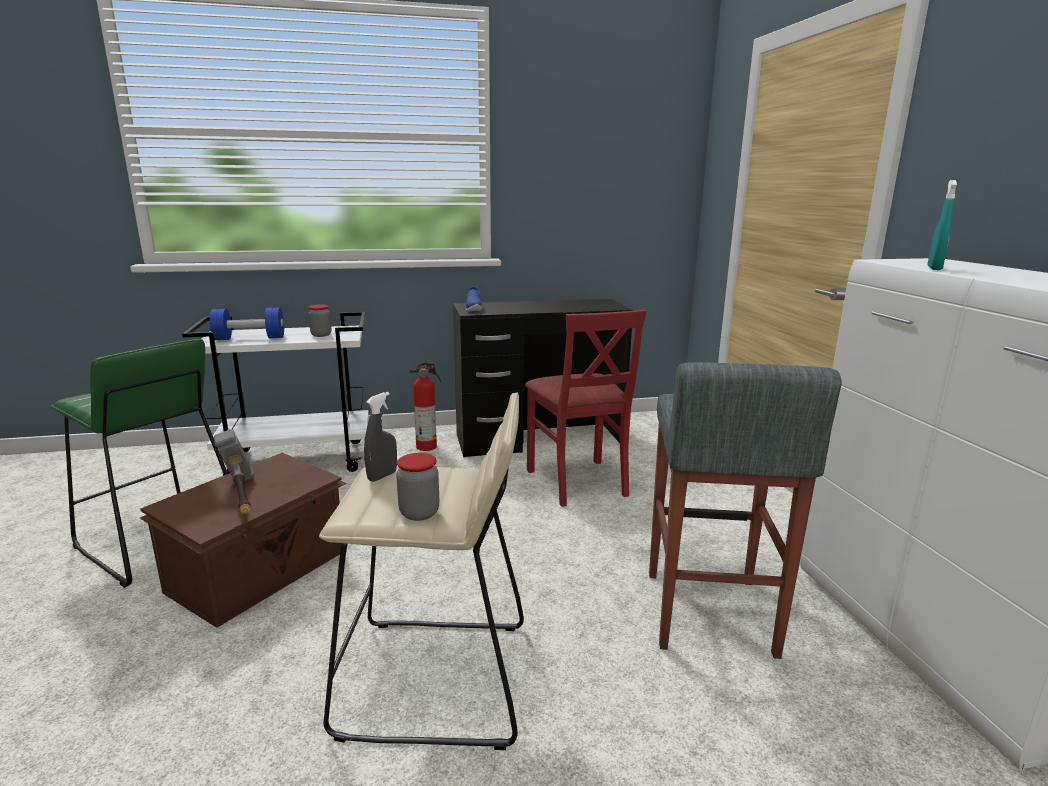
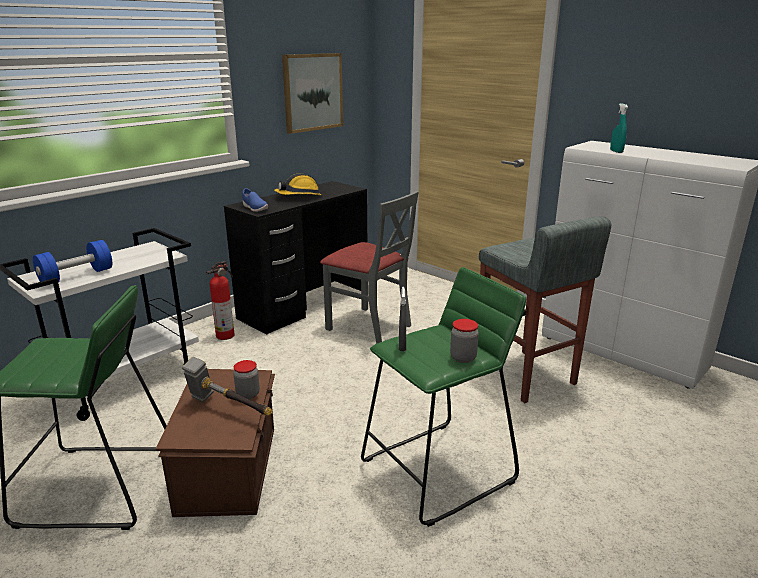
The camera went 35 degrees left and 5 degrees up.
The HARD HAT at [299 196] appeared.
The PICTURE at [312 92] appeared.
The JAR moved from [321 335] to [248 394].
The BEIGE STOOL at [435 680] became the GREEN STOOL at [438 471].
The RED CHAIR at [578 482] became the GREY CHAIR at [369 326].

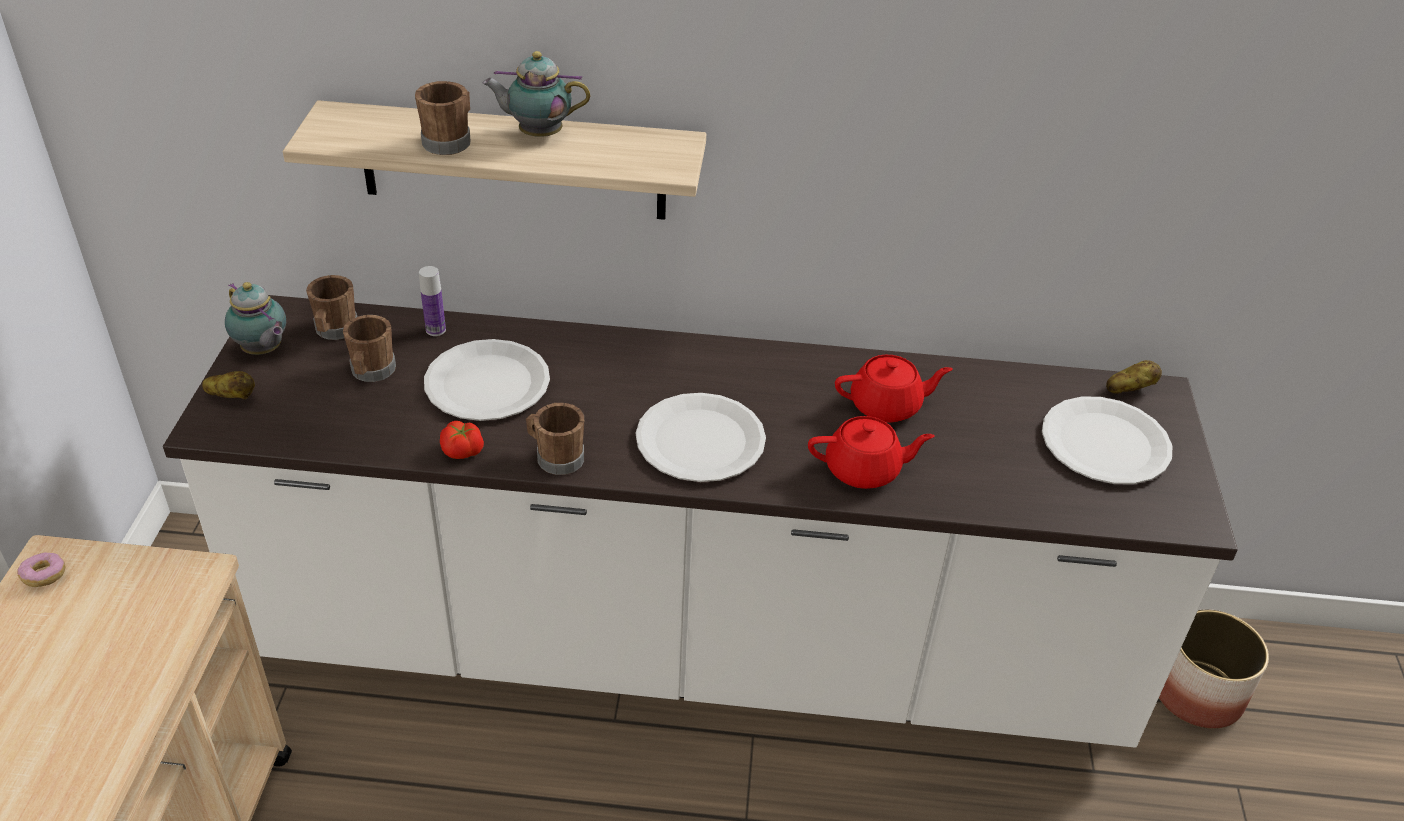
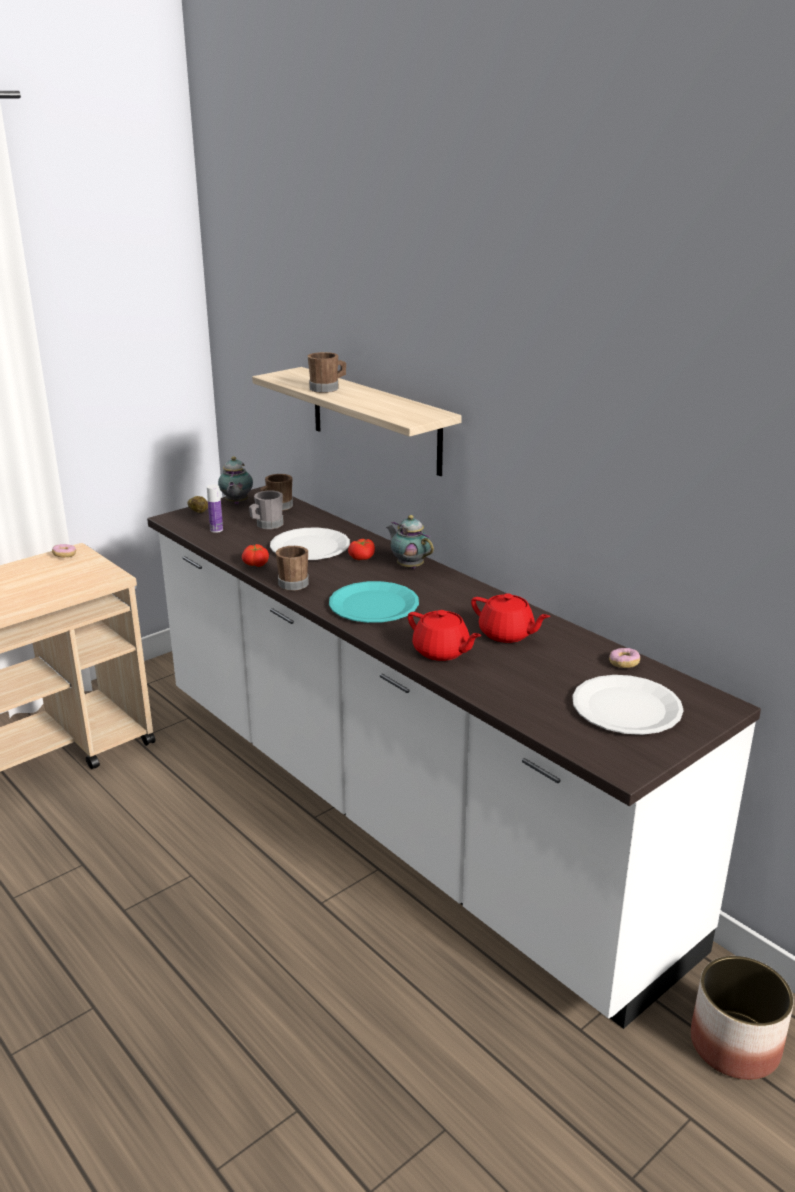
The camera went 45 degrees right and 15 degrees down.
The POTATO at [1129 389] disappeared.
The TOMATO at [362 558] appeared.
The DONUT at [624 664] appeared.
The BOTTLE moved from [435 330] to [216 530].
The TEAPOT moved from [537 134] to [409 566].
The BROWN MUG at [371 372] became the GREY MUG at [267 525].
The WHITE PLATE at [700 441] became the TURQUOISE PLATE at [373 605].

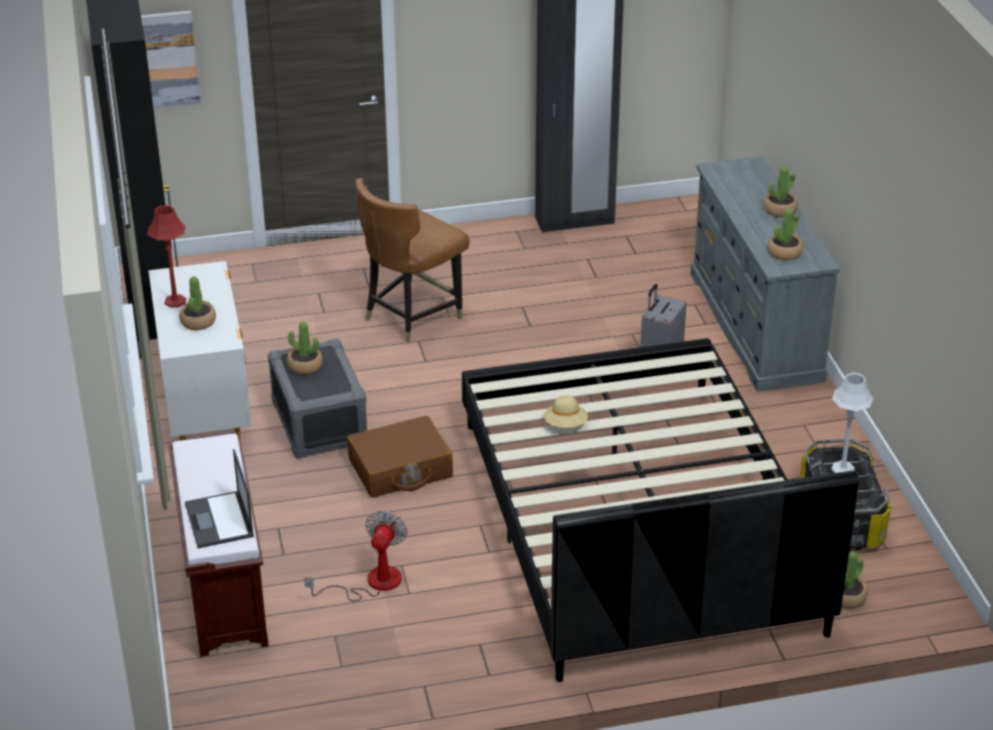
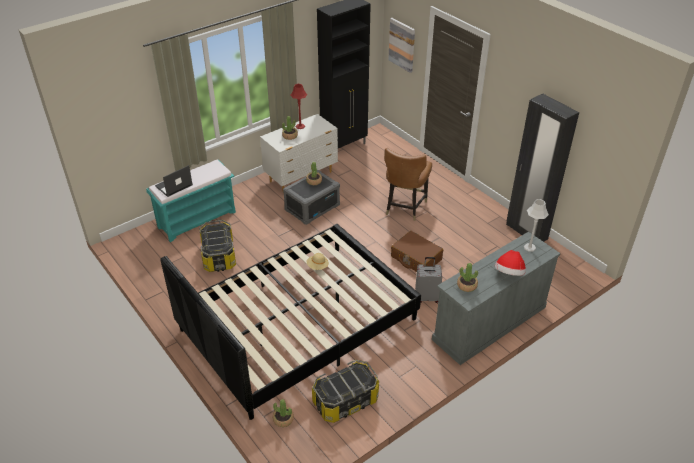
The camera went 65 degrees right and 5 degrees up.
The BROWN SUITCASE moved from [400 469] to [416 258].
The GREY TABLE LAMP moved from [843 469] to [529 247].
The FAN at [371 583] was replaced by the STORAGE BOX at [218 256].
The POTTED PLANT at [780 210] was replaced by the HAT at [509 273].
The BROWN BENCH at [223 588] became the TURQUOISE BENCH at [197 219].
The BROWN CHAIR at [411 316] turned 90 degrees counterclockwise.

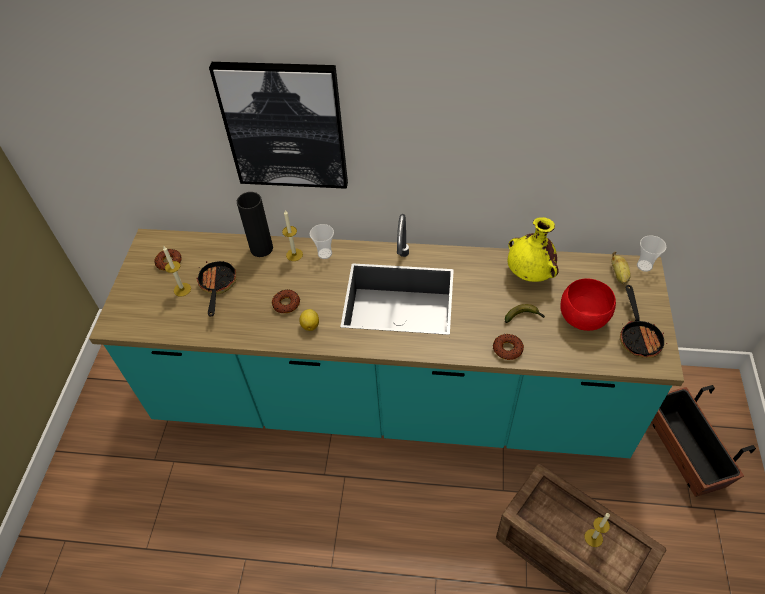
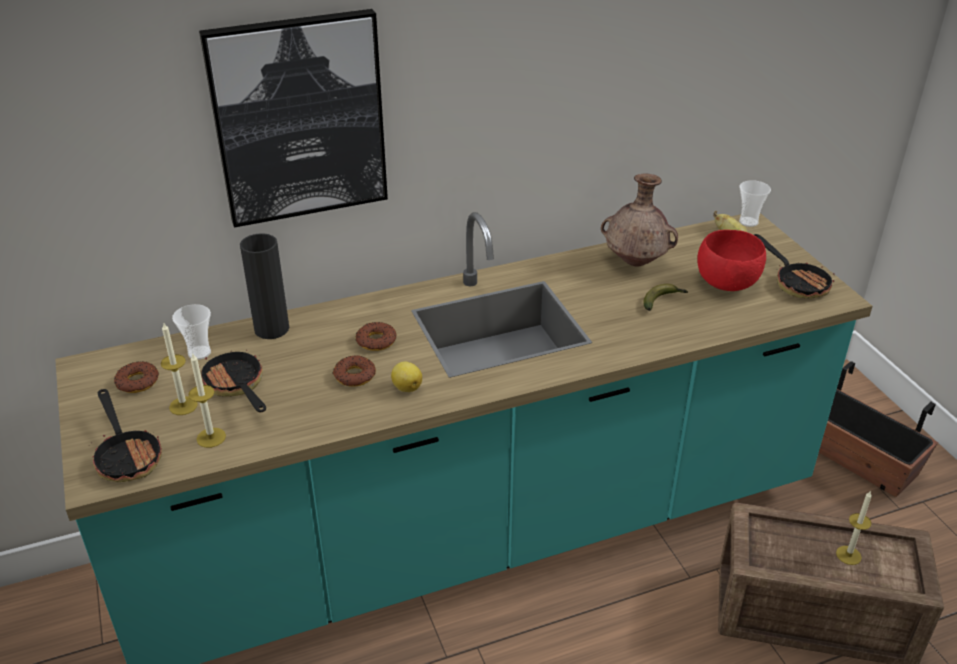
The camera went 30 degrees left and 15 degrees down.
The FRYING PAN at [127 455] appeared.
The CANDLE moved from [294 254] to [211 437].
The CUP moved from [325 253] to [199 353].
The DONUT moved from [507 349] to [376 341].
The YELLOW VASE at [530 275] became the BROWN VASE at [636 262].

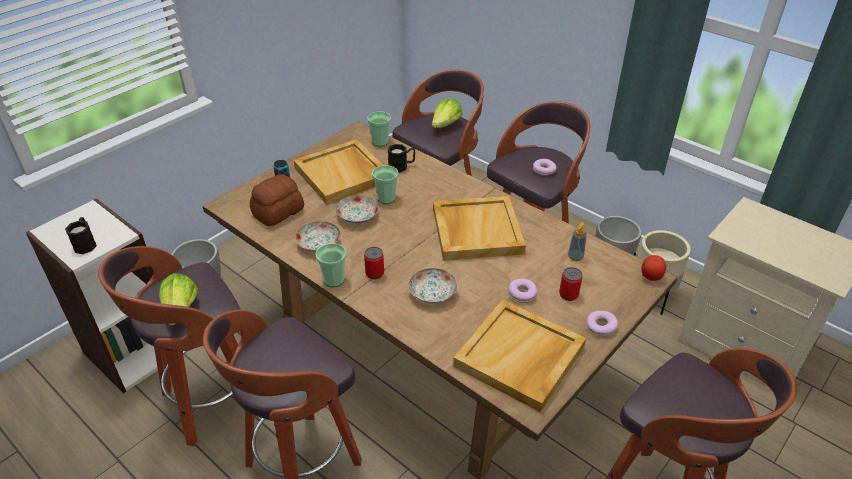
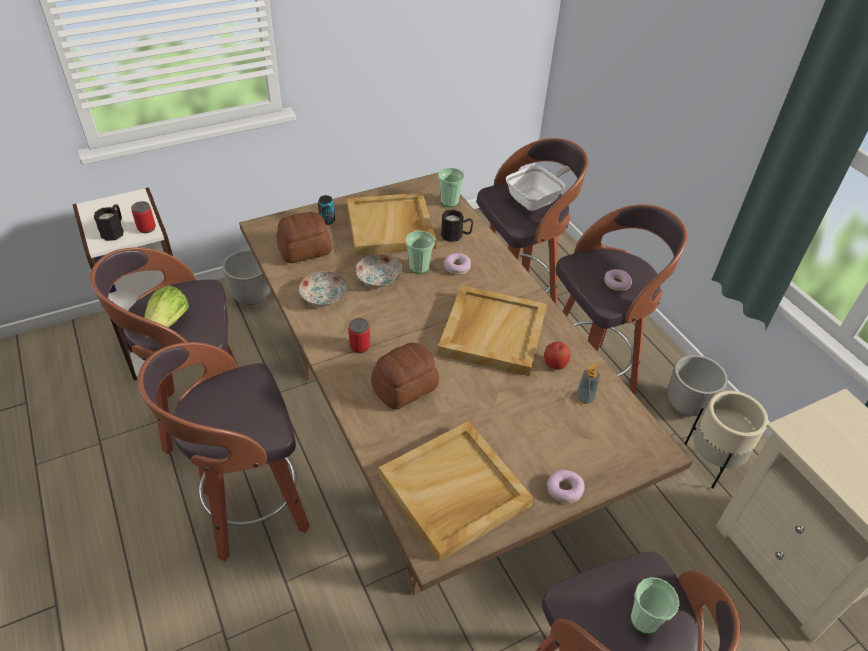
The camera went 20 degrees right and 5 degrees up.
The CUP moved from [334 280] to [644 620].
The DONUT moved from [522 294] to [457 267].
The CAN moved from [568 294] to [146 228].
The APPLE moved from [651 277] to [555 364].
The PLATE at [433 293] was replaced by the BREAD at [406 388].
The LETTUCE at [446 125] was replaced by the FRYING PAN at [537 200].

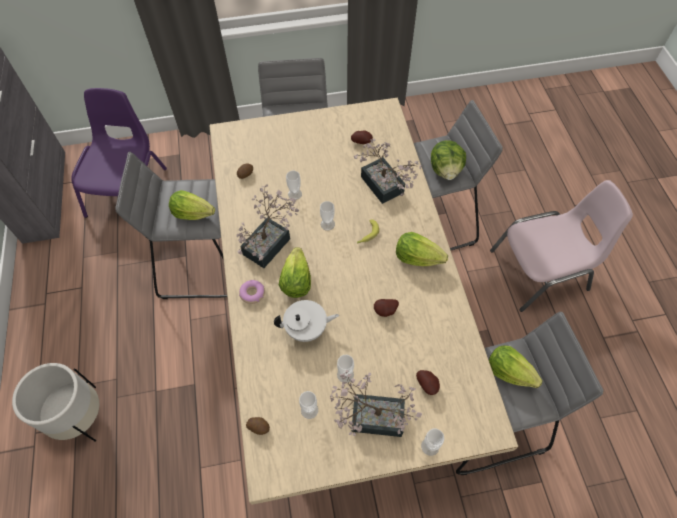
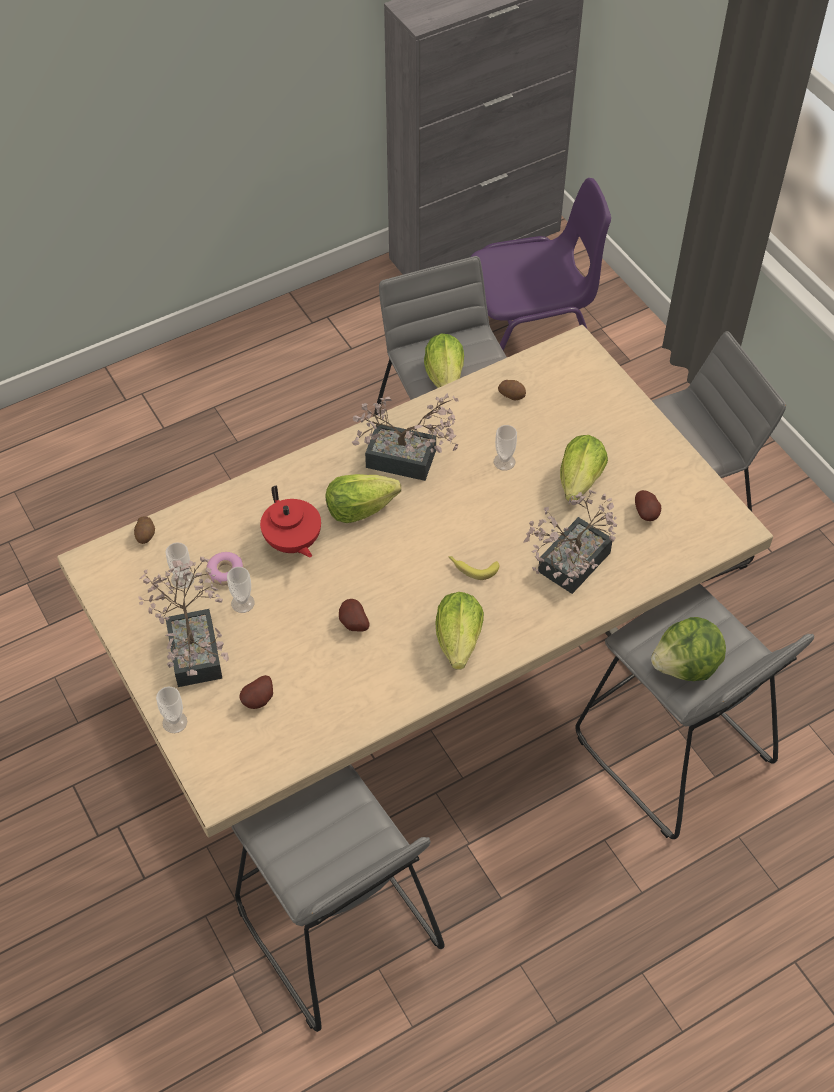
The camera went 70 degrees right and 5 degrees down.
The WHITE PLANTER at [79 416] disappeared.
The CUP at [327 224] disappeared.
The PINK CHAIR at [541 271] disappeared.
The DONUT moved from [252 294] to [225 572].
The LETTUCE moved from [508 371] to [580 481].
The WHITE TEAPOT at [307 329] became the RED TEAPOT at [292 542].

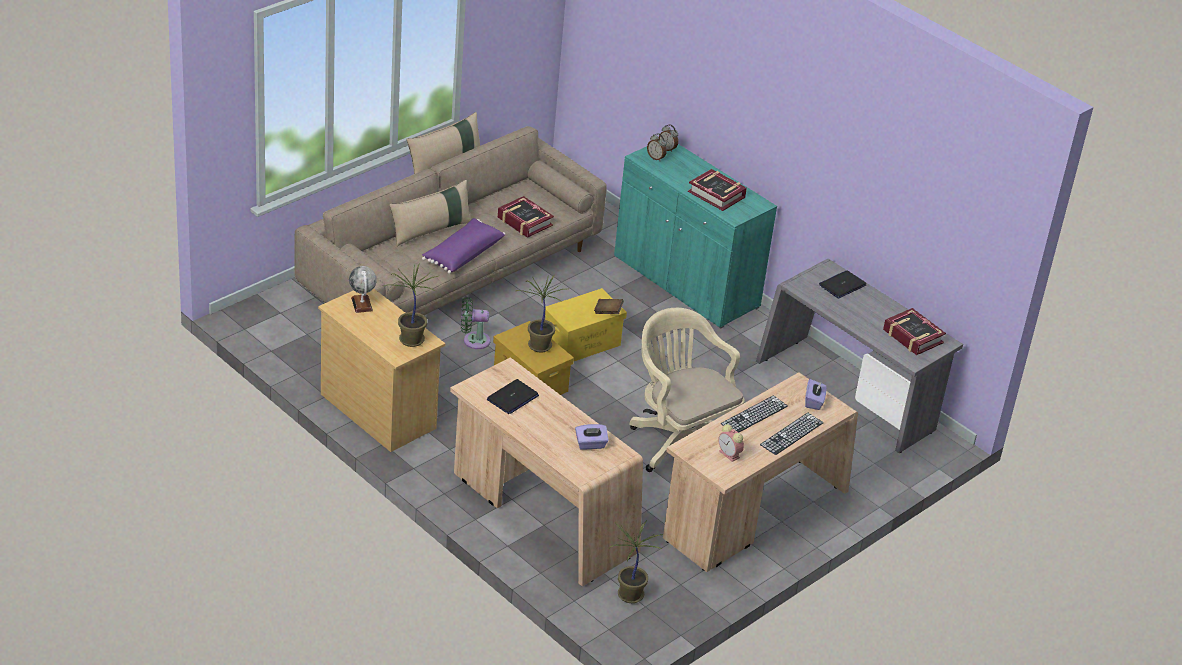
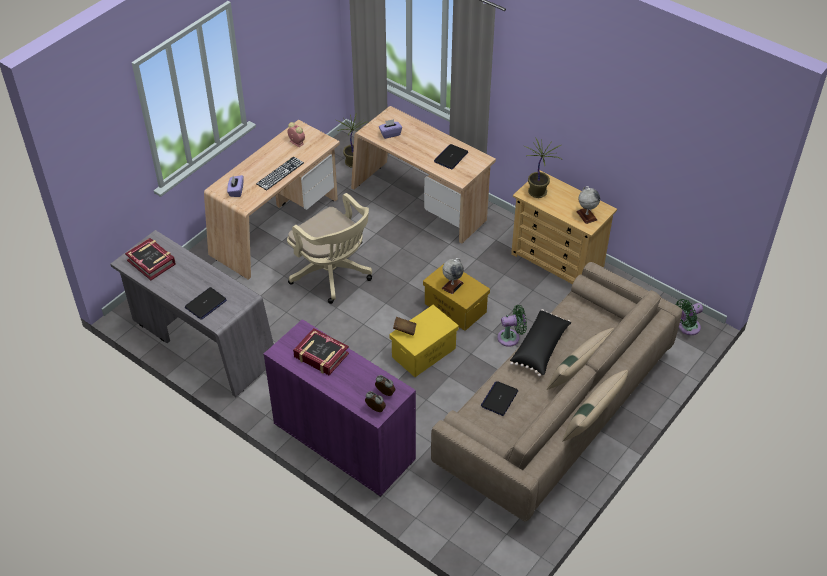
The camera went 175 degrees right and 10 degrees up.
The KEYBOARD at [791 434] disappeared.
The GREEN FAN at [687 327] appeared.
The BOOK at [524 221] was replaced by the LAPTOP at [499 399].
The POTTED PLANT at [538 345] was replaced by the GLOBE at [452 285].
The PURPLE PILLOW at [462 254] became the BLACK PILLOW at [541 348].
The TURQUOISE CABINET at [685 282] became the PURPLE CABINET at [344 442].

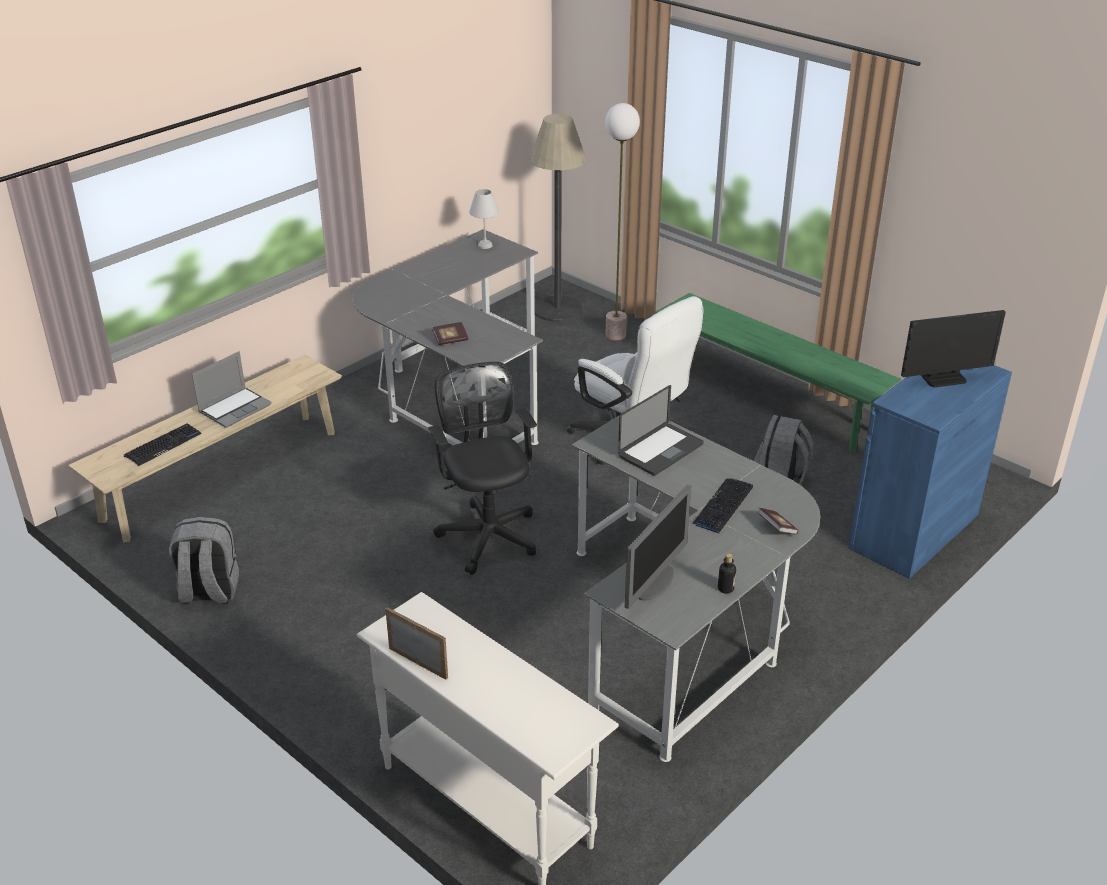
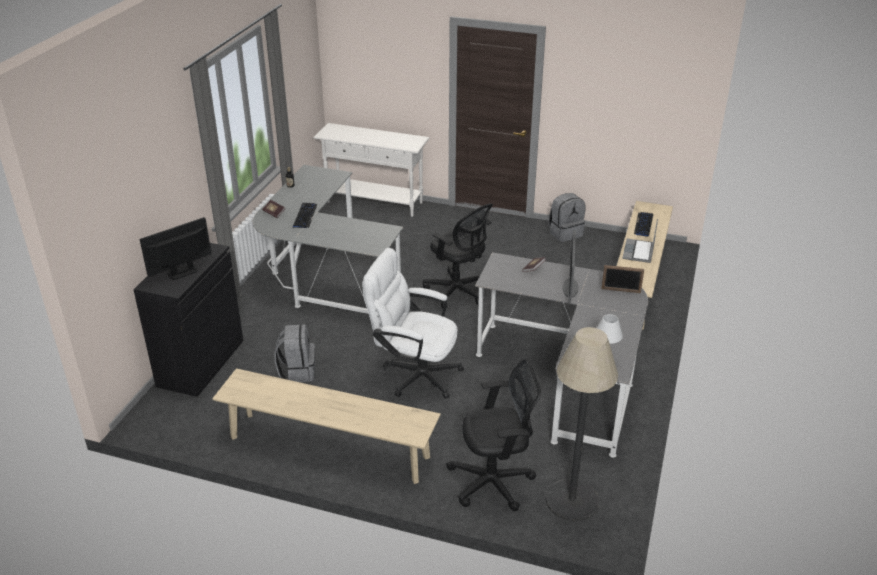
The camera went 155 degrees right and 0 degrees up.
The LAPTOP at [661 451] disappeared.
The PICTURE FRAME moved from [418 662] to [621 290].
The MONITOR moved from [655 583] to [570 288].
The FLOOR LAMP at [615 335] was replaced by the BLACK OFFICE CHAIR at [495 482].
The GREEN BENCH at [767 398] became the BEIGE BENCH at [329 447].
The BLUE CABINET at [914 531] became the BLACK CABINET at [201 363].

